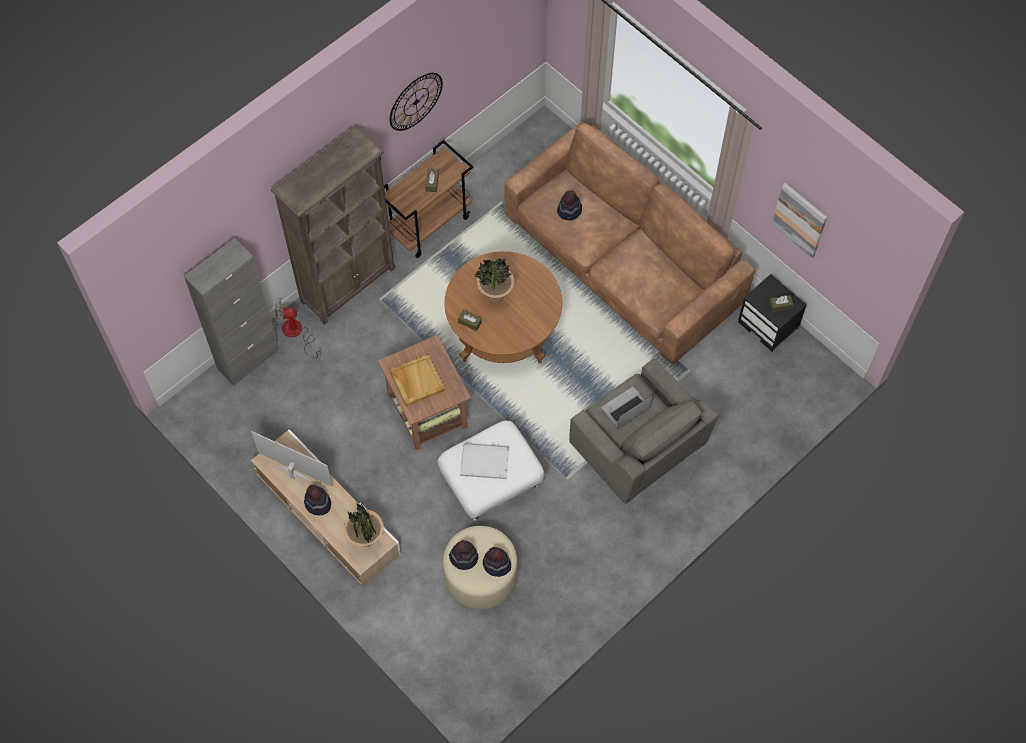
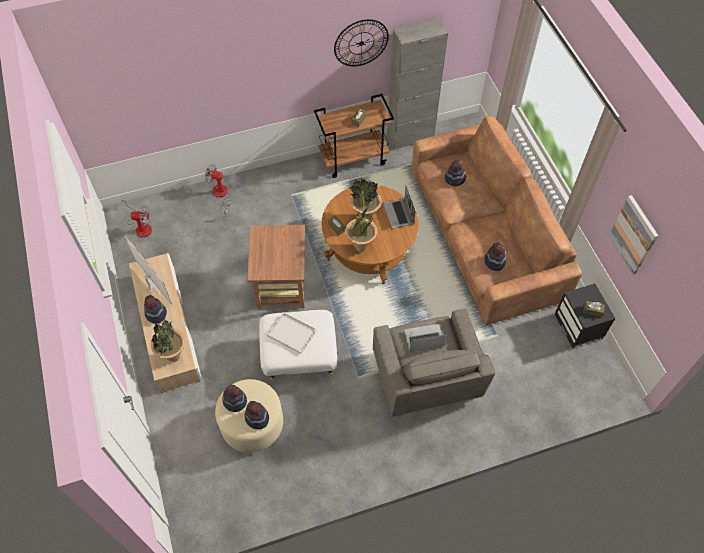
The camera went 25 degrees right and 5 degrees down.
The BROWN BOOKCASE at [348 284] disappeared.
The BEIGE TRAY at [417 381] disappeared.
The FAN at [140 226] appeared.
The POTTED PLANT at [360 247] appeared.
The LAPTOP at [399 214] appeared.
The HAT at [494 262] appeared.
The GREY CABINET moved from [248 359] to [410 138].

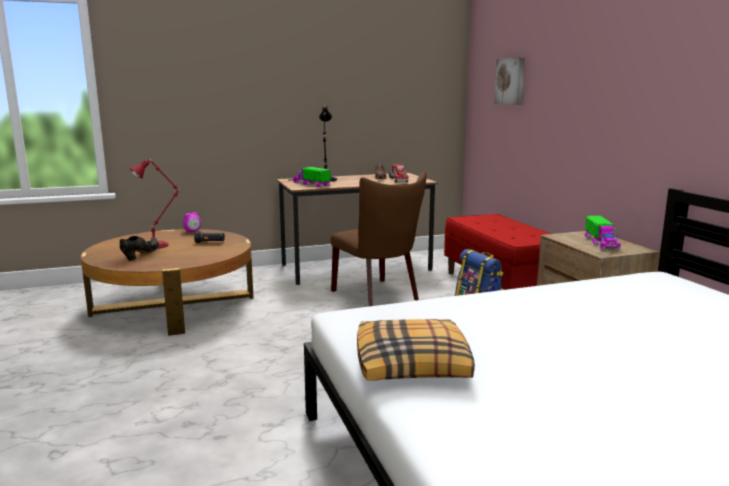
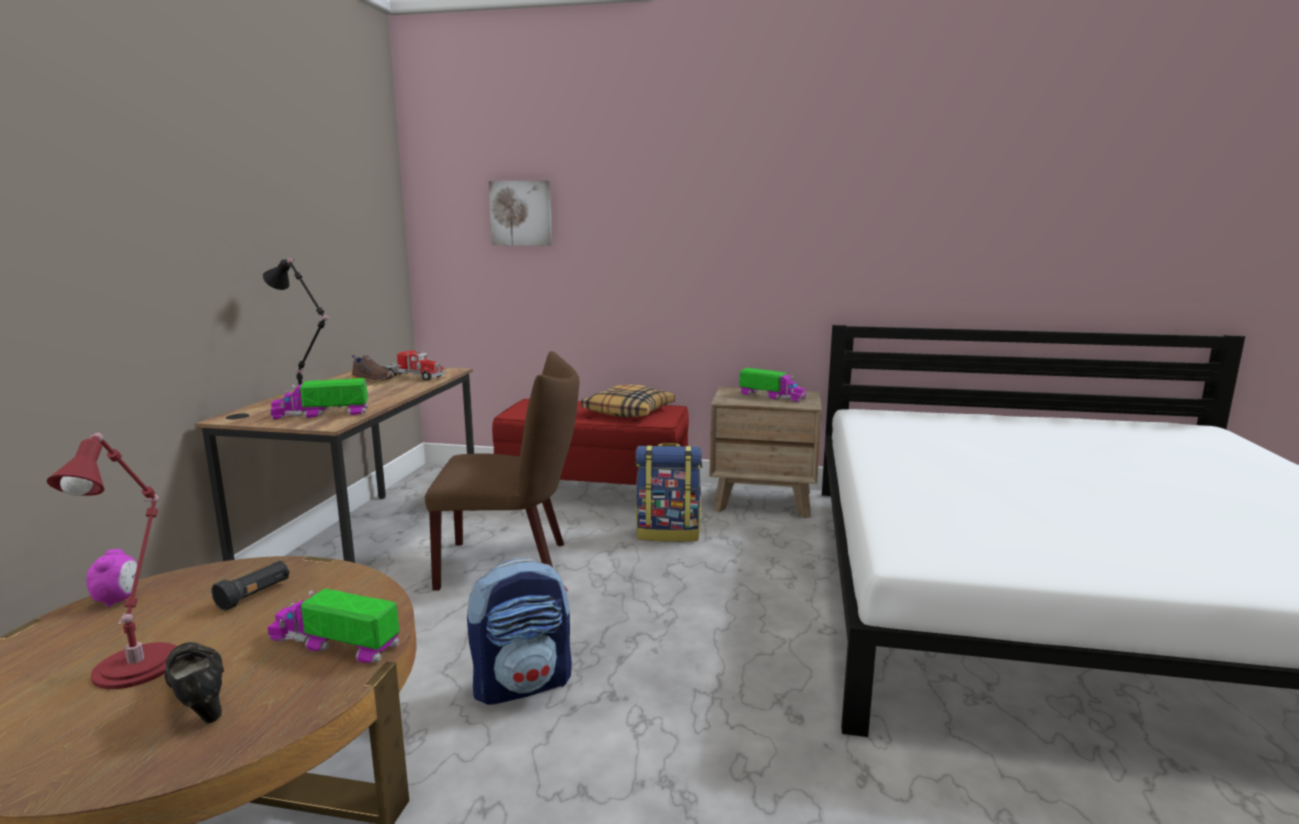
The camera went 60 degrees left and 0 degrees up.
The TOY TRUCK at [335 643] appeared.
The BACKPACK at [523 684] appeared.
The PILLOW moved from [413 364] to [629 411].

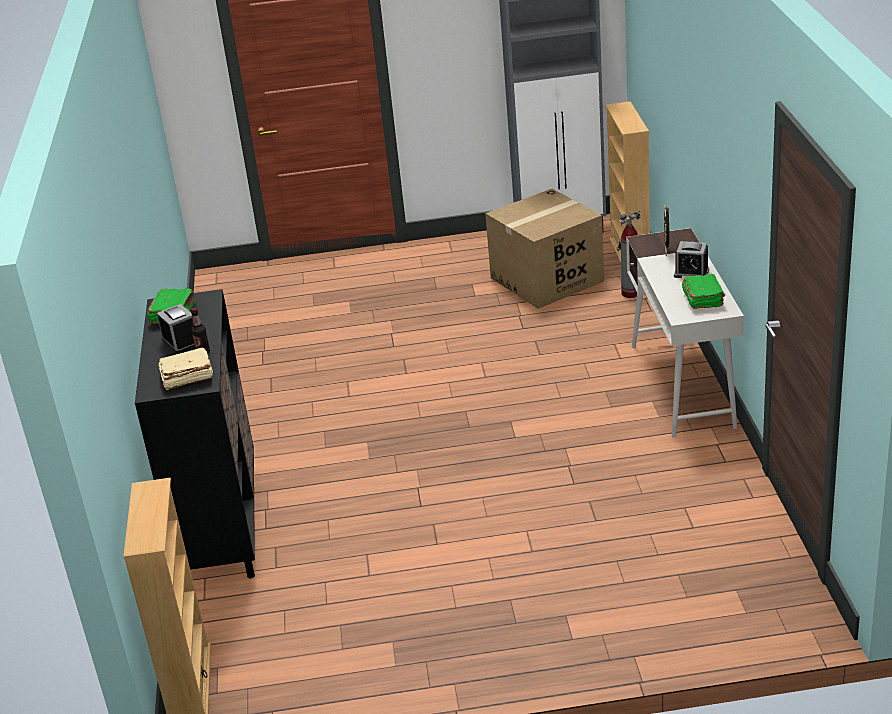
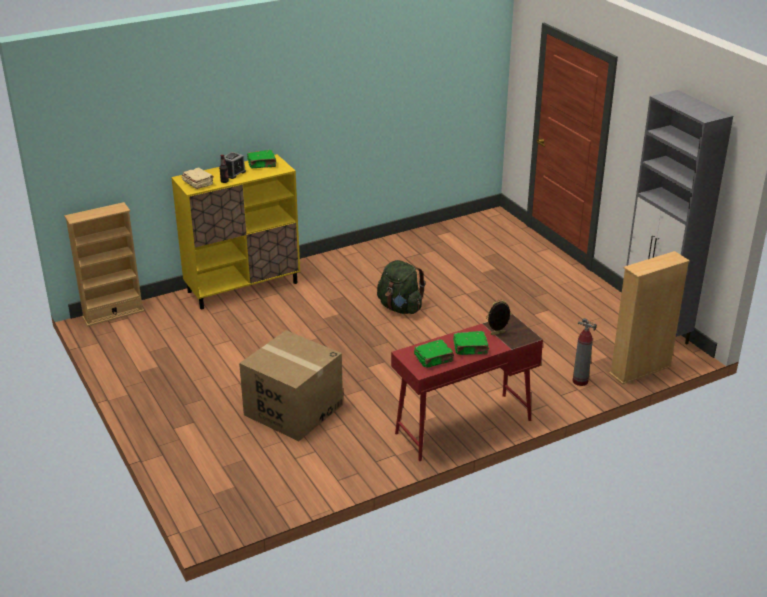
The camera went 65 degrees right and 0 degrees up.
The GREEN BACKPACK at [400 308] appeared.
The CARDBOARD BOX moved from [546 280] to [293 410].
The ALARM CLOCK at [691 273] was replaced by the GREEN BOOK at [471 349].
The BLACK CABINET at [221 524] became the YELLOW CABINET at [243 287].
The WHITE DESK at [682 386] became the RED DESK at [463 427].

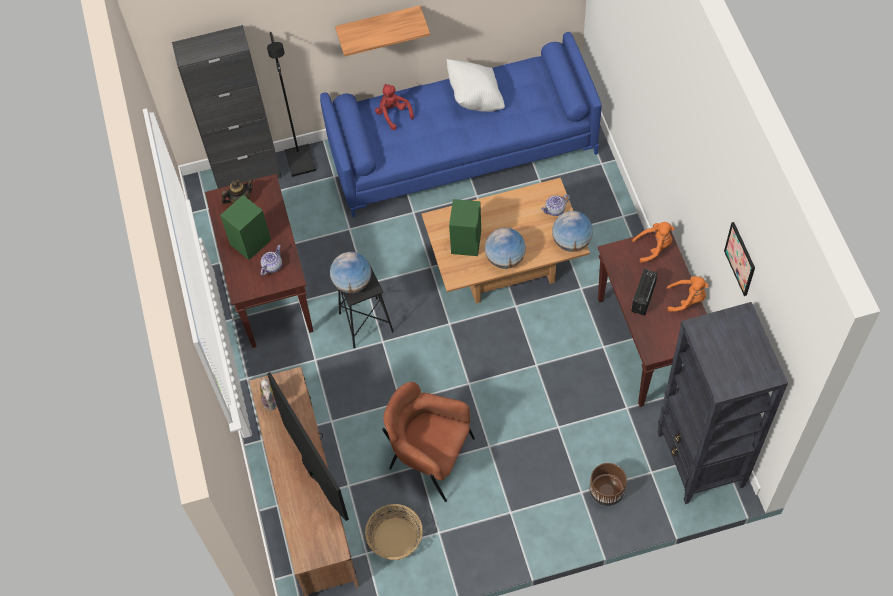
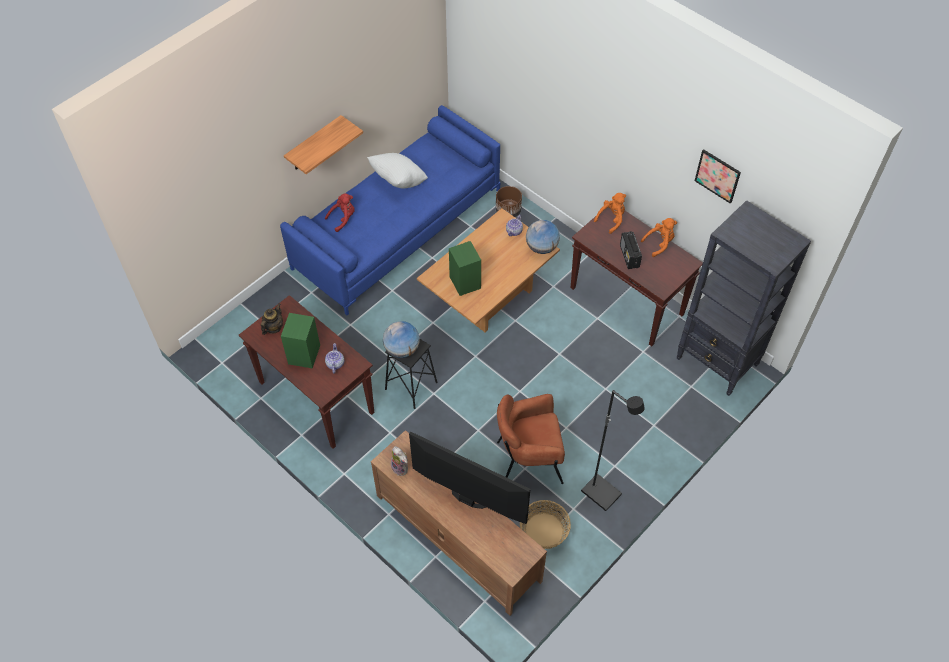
The camera went 35 degrees left and 5 degrees down.
The BLACK CABINET at [247 174] disappeared.
The GLOBE at [505 258] disappeared.
The BLACK FLOOR LAMP moved from [301 162] to [602 493].
The BROWN PLANTER moved from [606 491] to [508 211].
The RED PLUSH TOY at [393 114] turned 120 degrees clockwise.

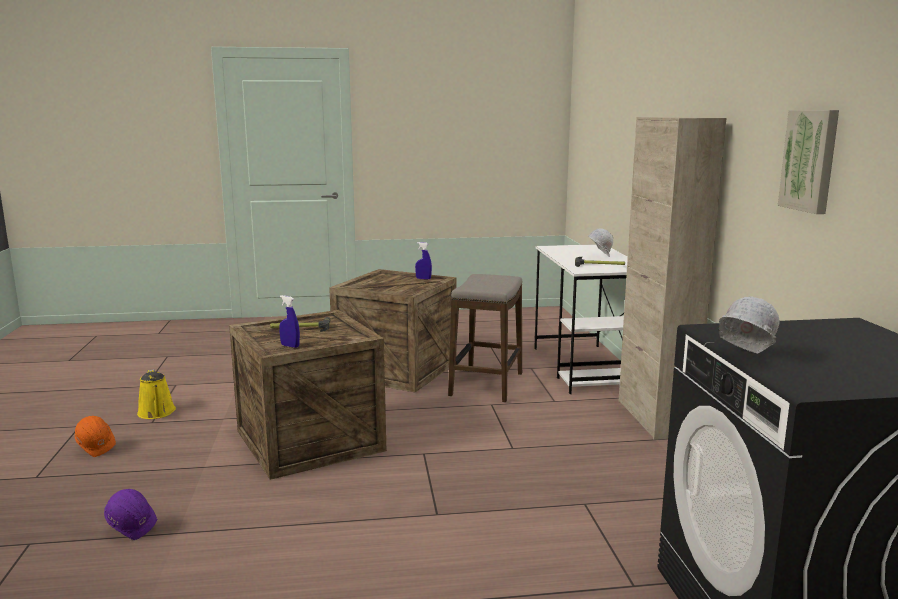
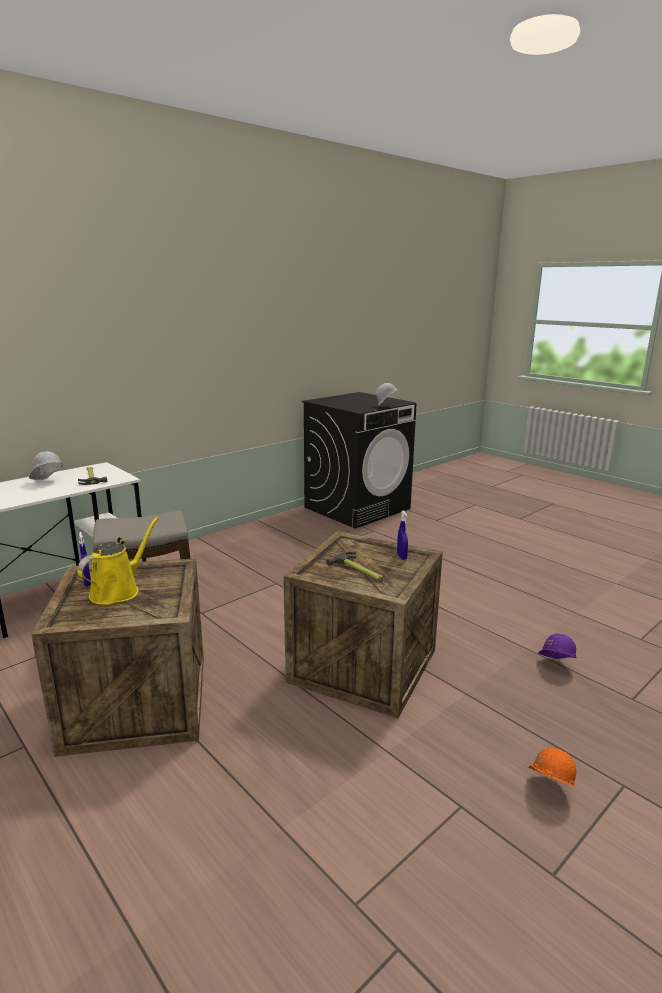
The camera went 125 degrees left and 5 degrees up.
The BEIGE CABINET at [654 418] disappeared.
The PICTURE at [811 160] disappeared.
The YELLOW WATERING CAN moved from [157 413] to [118 591].

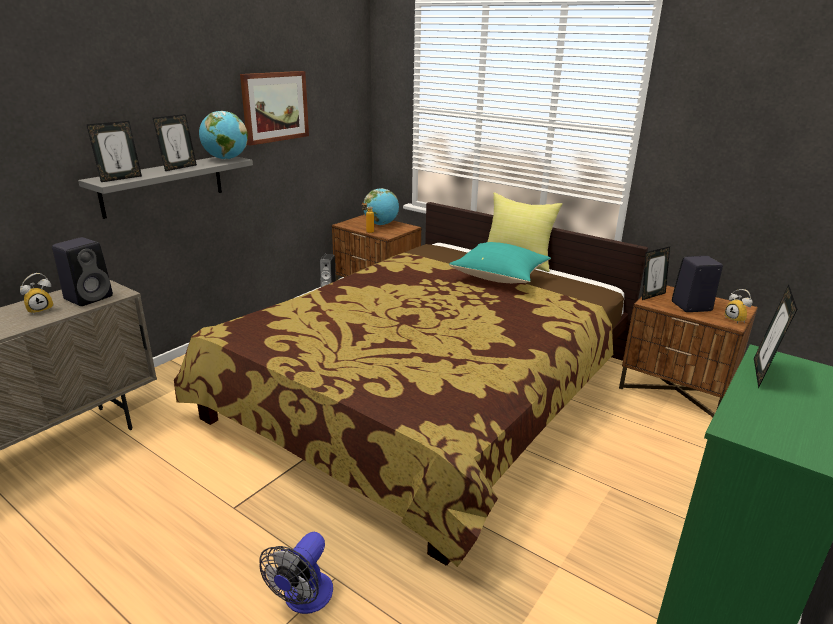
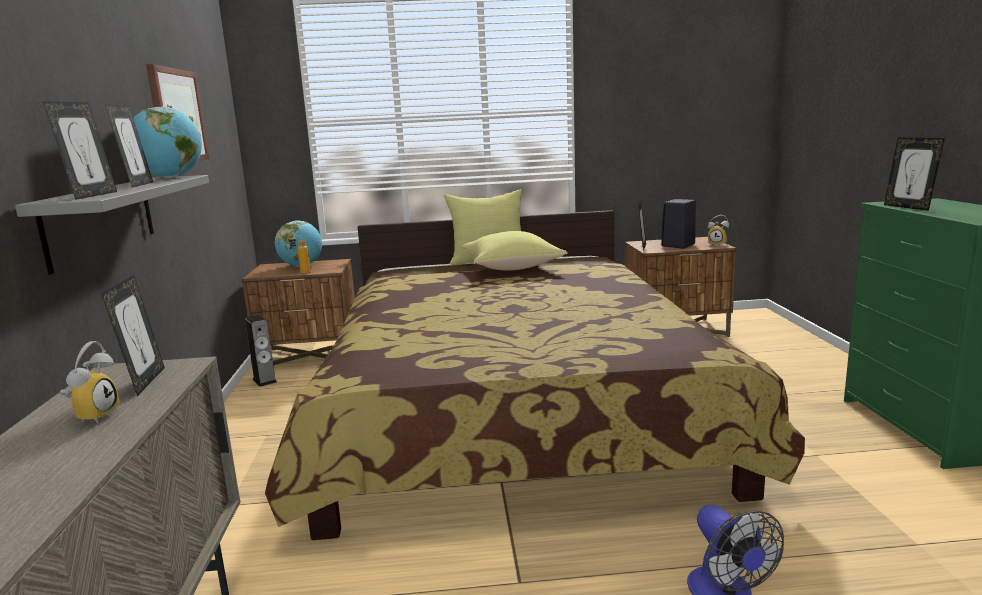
The camera went 40 degrees left and 10 degrees down.
The BLACK SPEAKER at [90 297] was replaced by the PICTURE FRAME at [145 381].
The TURQUOISE PILLOW at [500 277] became the YELLOW PILLOW at [512 268].

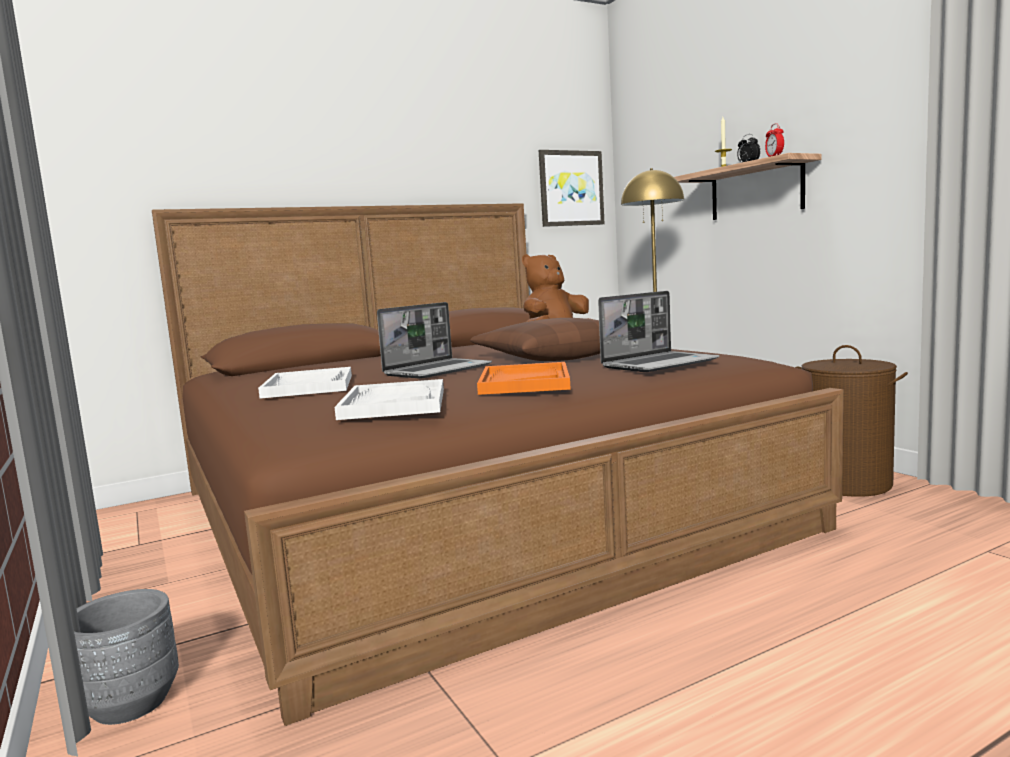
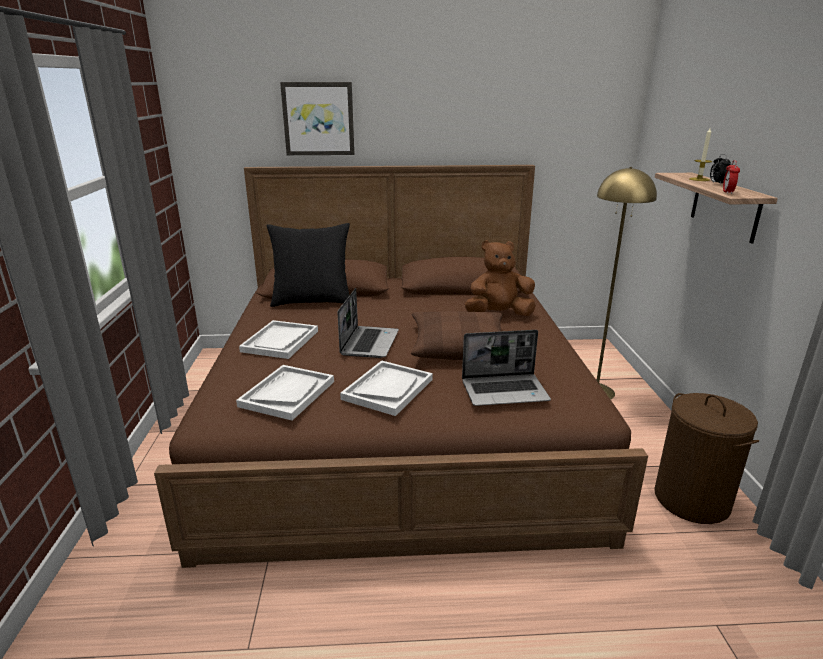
The camera went 25 degrees right and 15 degrees up.
The GREY PLANTER at [130 704] disappeared.
The BLACK PILLOW at [312 301] appeared.
The PICTURE moved from [571 188] to [318 119].
The ORANGE TRAY at [524 382] became the WHITE TRAY at [388 389].
The LAPTOP at [438 370] turned 60 degrees counterclockwise.

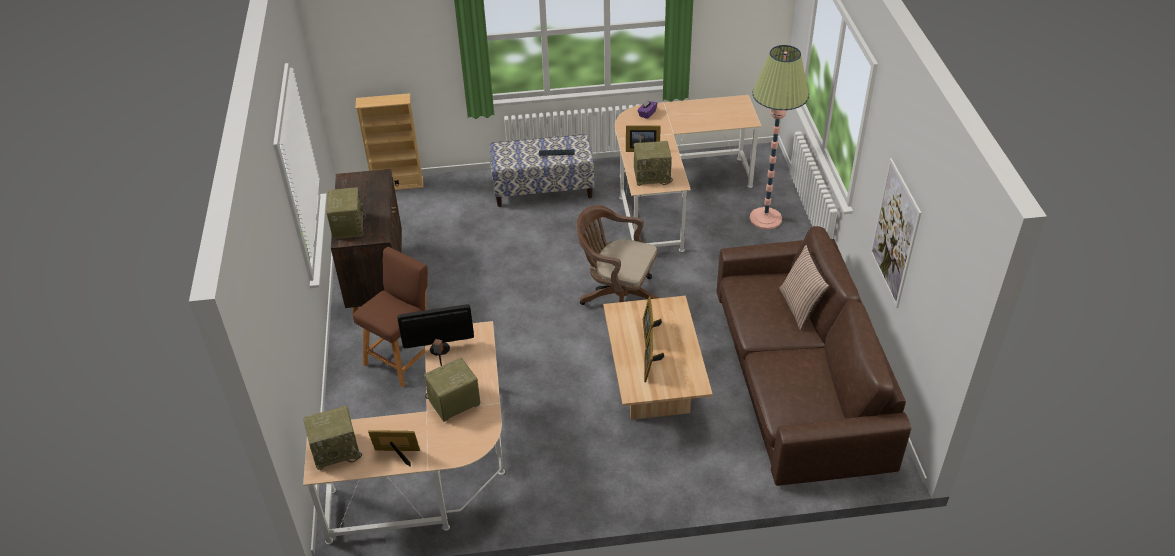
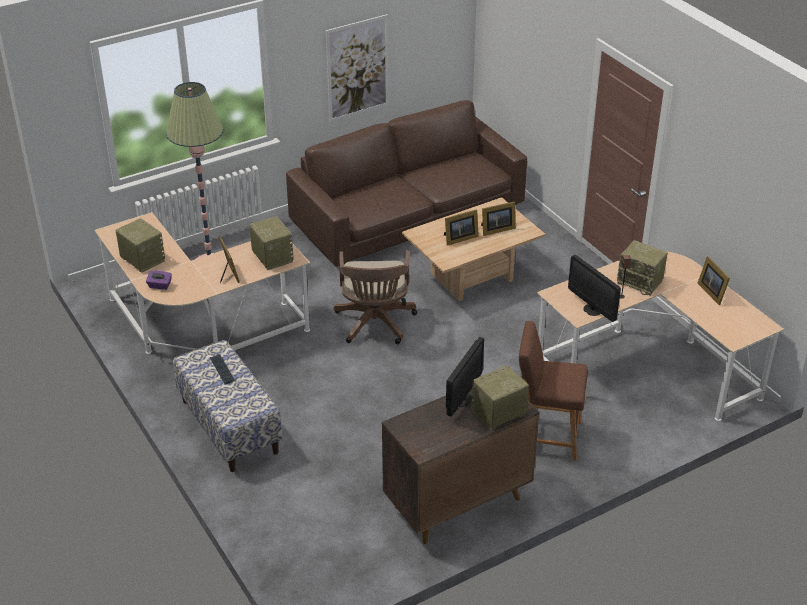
The camera went 115 degrees left and 5 degrees down.
The BEIGE BOOKCASE at [397 184] disappeared.
The PILLOW at [800 307] disappeared.
The MONITOR at [462 399] appeared.
The RADIO moved from [336 450] to [142 259].

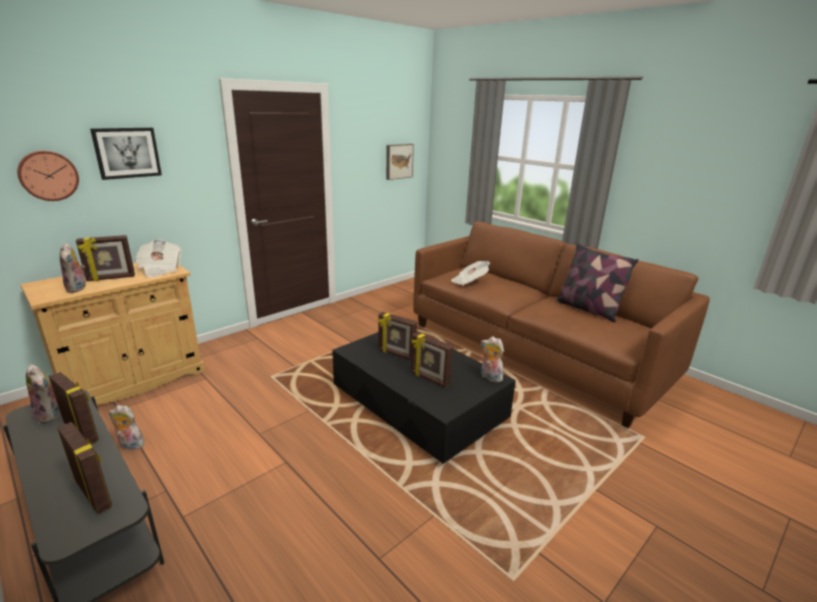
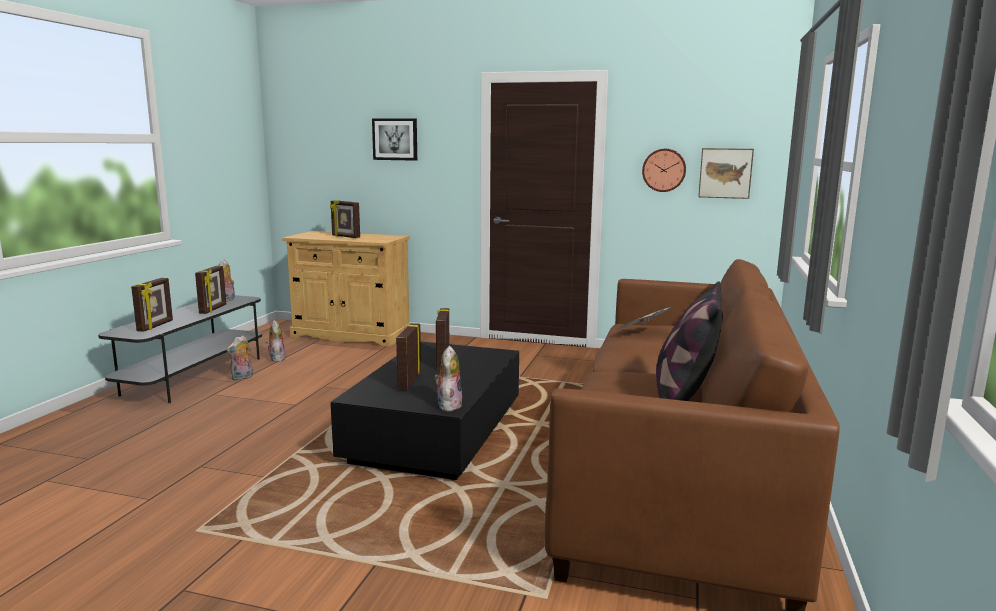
The camera went 60 degrees right and 10 degrees down.
The NEWSPAPER at [160 270] disappeared.
The WALL CLOCK moved from [48 175] to [664 170].
The PLUSH TOY moved from [78 288] to [242 378].

